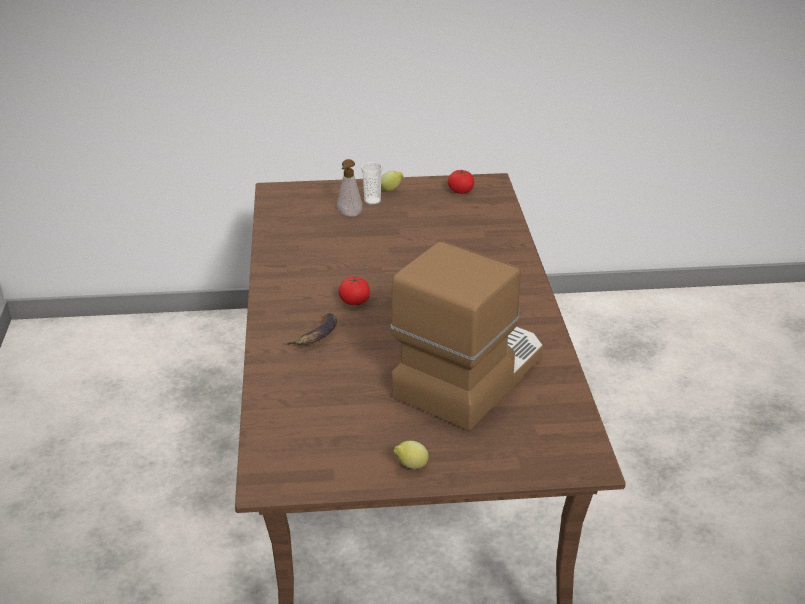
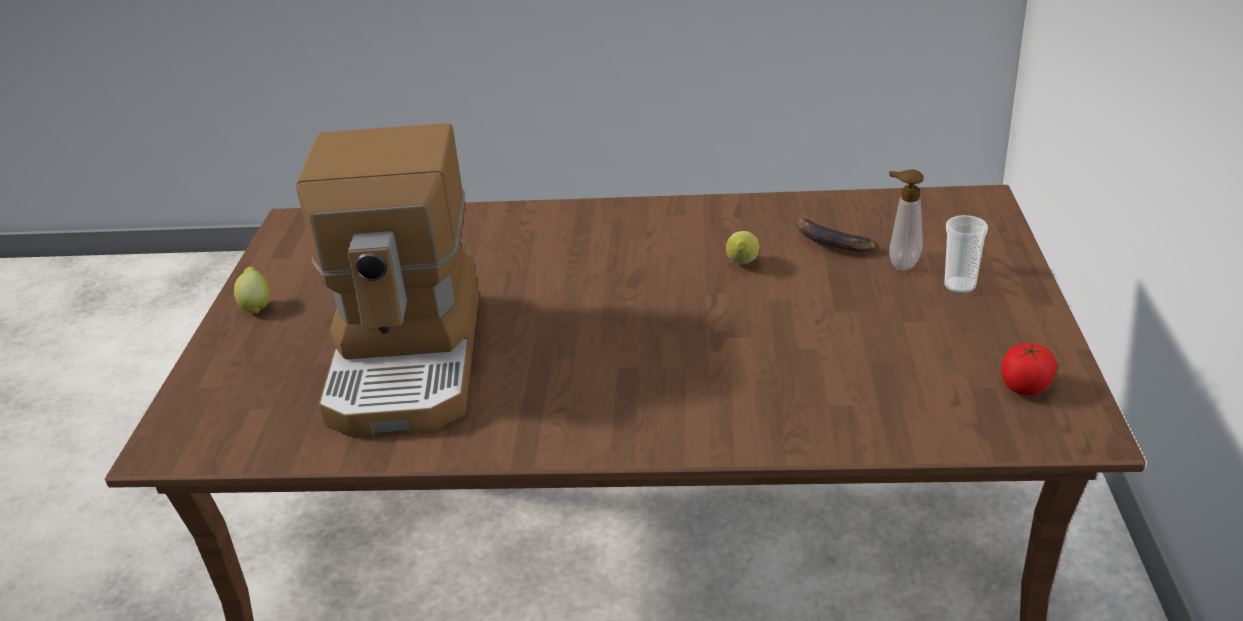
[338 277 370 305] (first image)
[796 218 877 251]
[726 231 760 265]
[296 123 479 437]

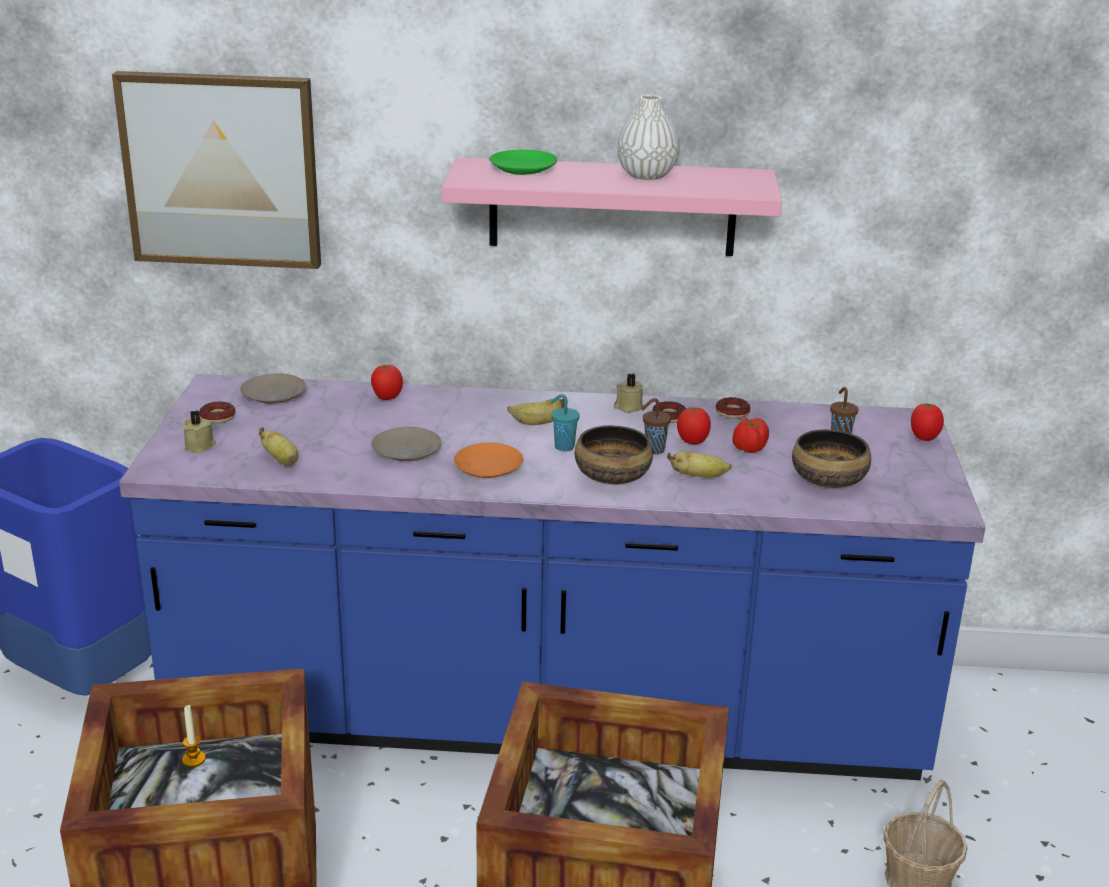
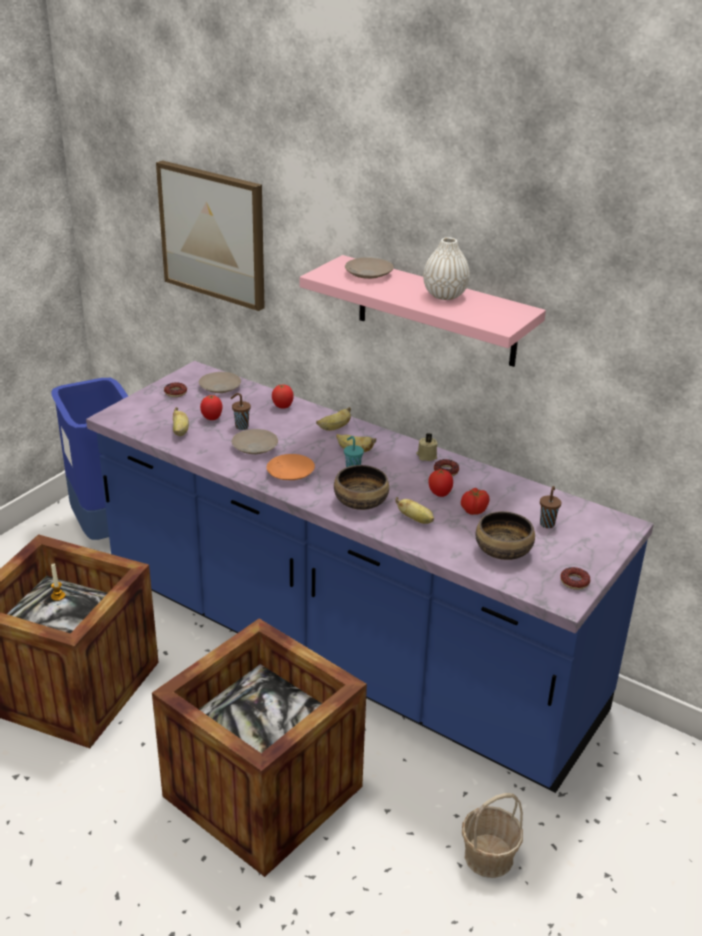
[182 411 216 453] (first image)
[316 407 351 431]
[231 393 251 430]
[560 567 590 590]
[200 395 223 420]
[345 257 394 279]

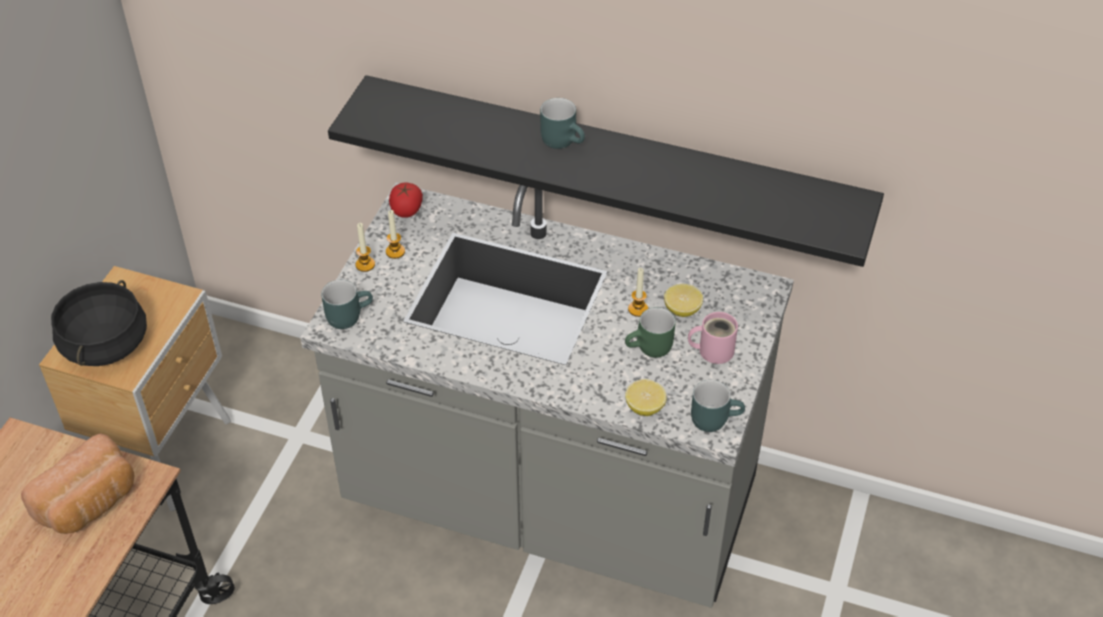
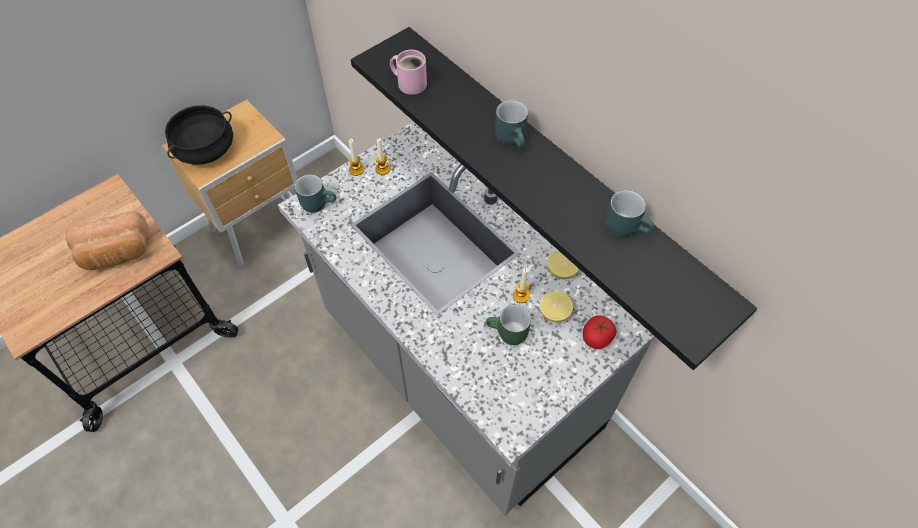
[583 316 616 349]
[547 250 579 279]
[390 50 427 95]
[606 190 655 238]

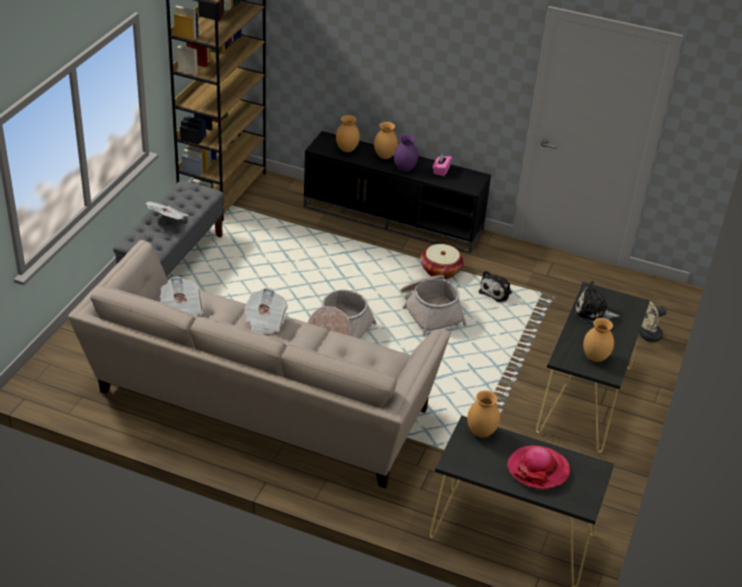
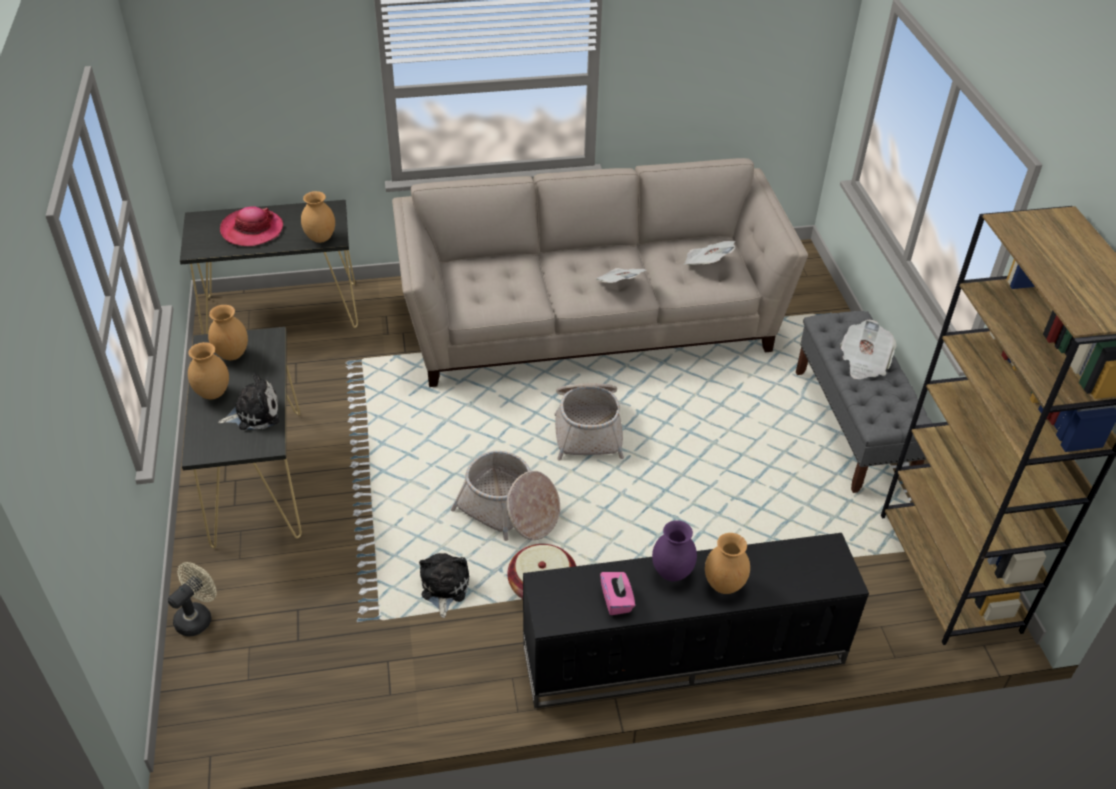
[188 342 229 399]

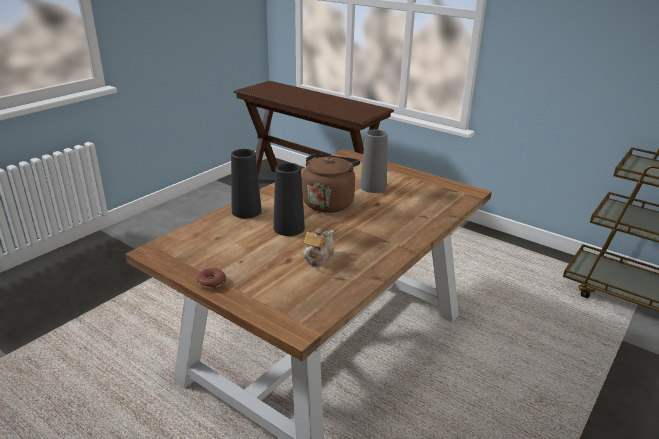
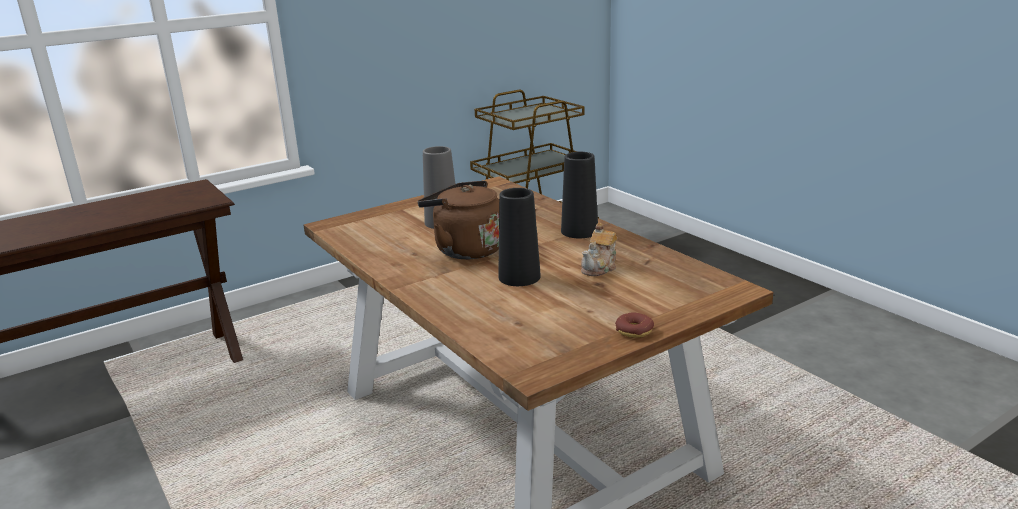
[561 152 598 238]
[581 223 617 276]

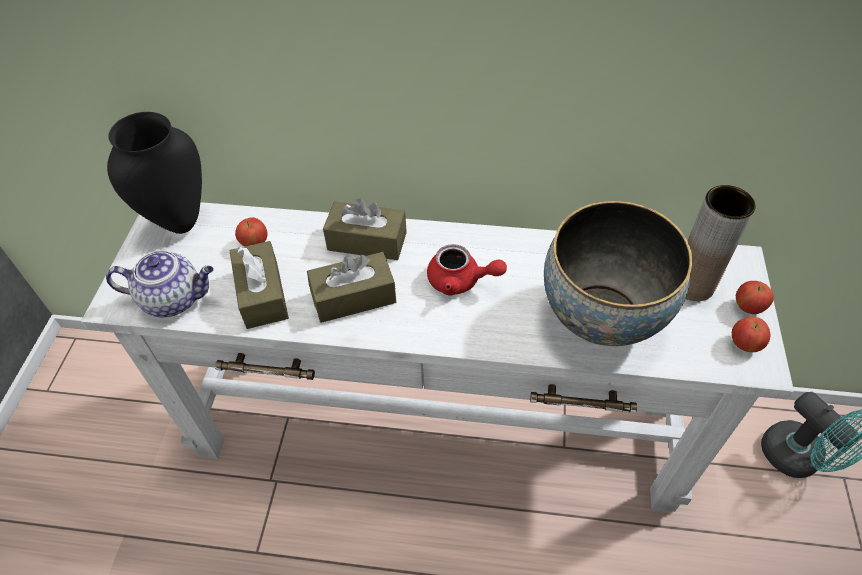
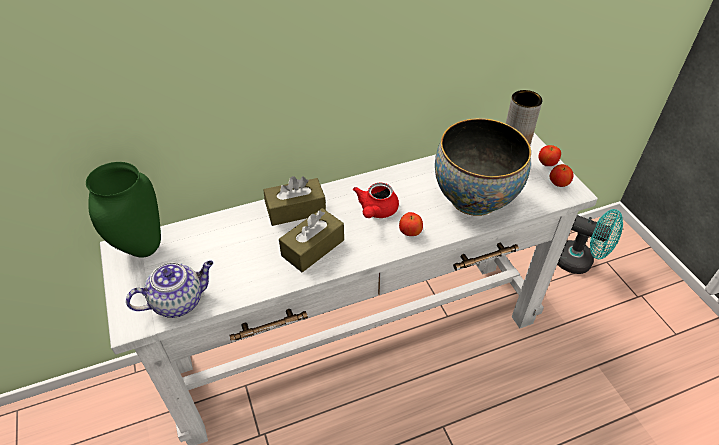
[230 241 289 329] (first image)
[399 212 423 236]
[86 162 161 258]
[353 183 399 218]

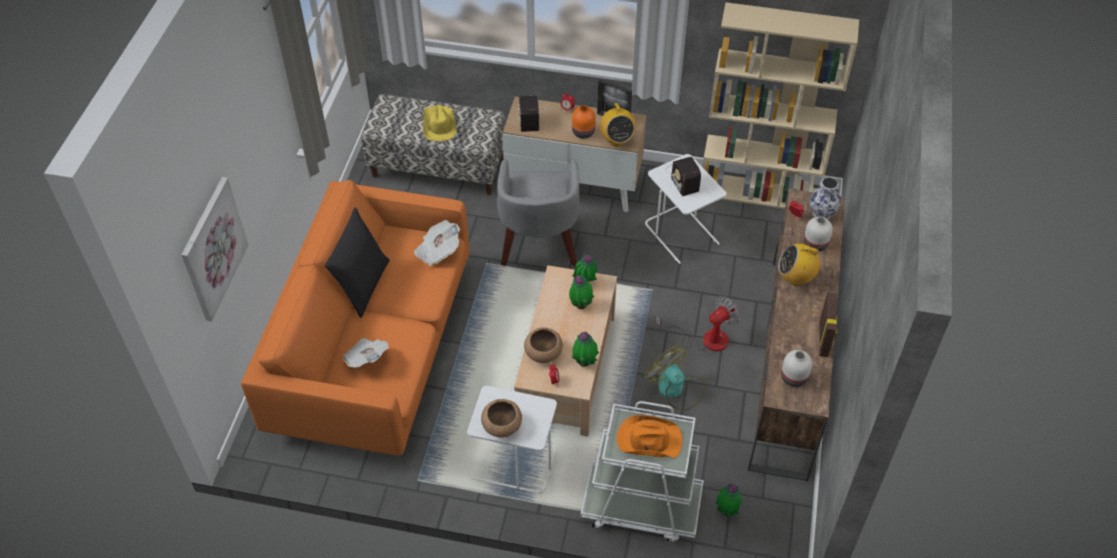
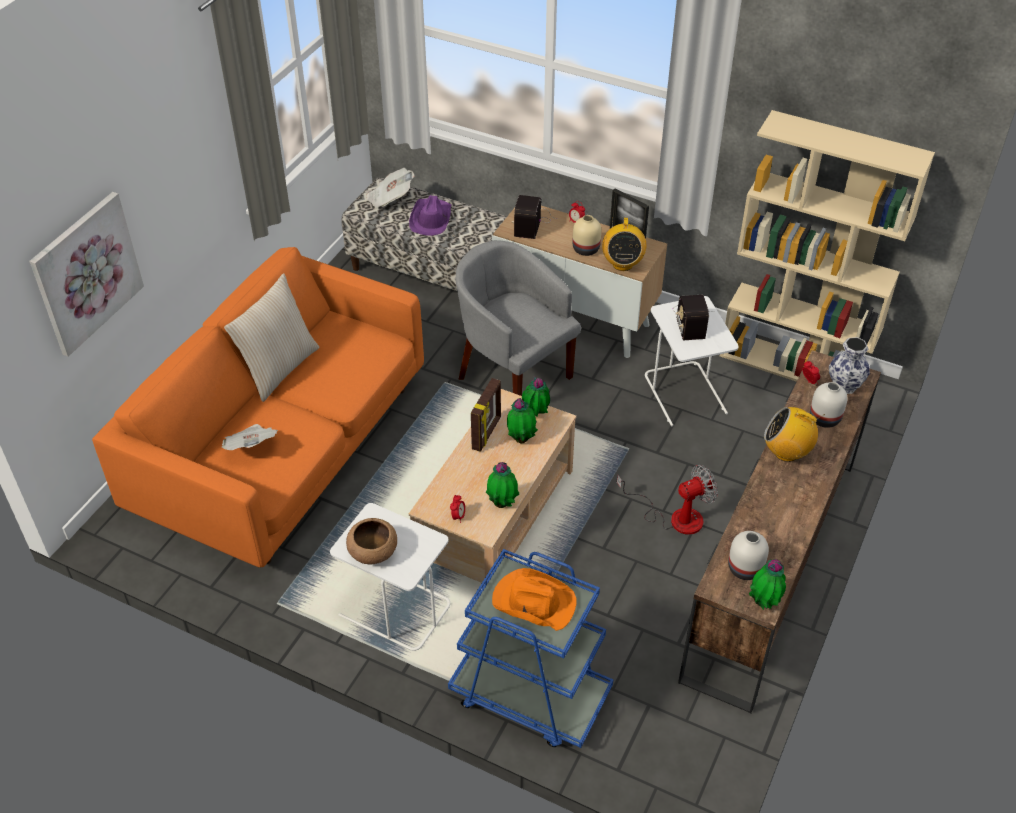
[524 327 563 363] (first image)
[645 345 705 411] (first image)
[366 168 414 209]
[749 559 786 610]
[471 378 501 452]
[224 273 320 402]
[409 195 452 236]
[573 215 601 256]
[448 549 613 748]
[456 240 581 396]

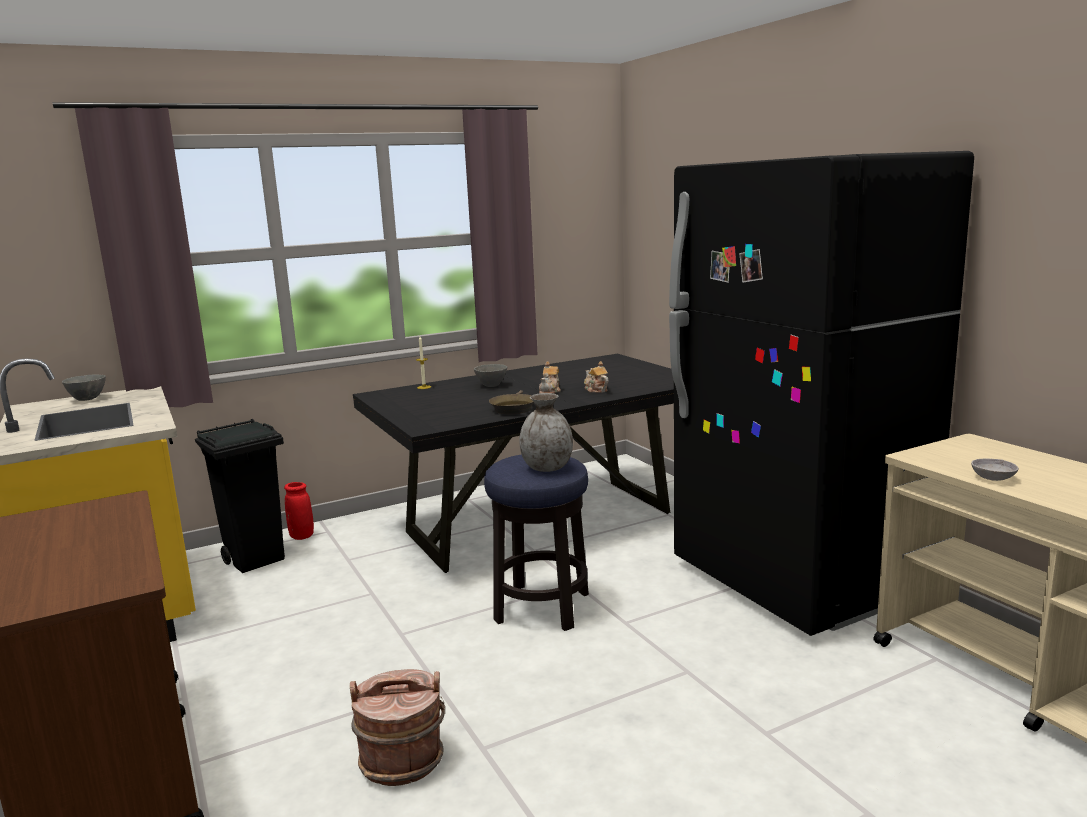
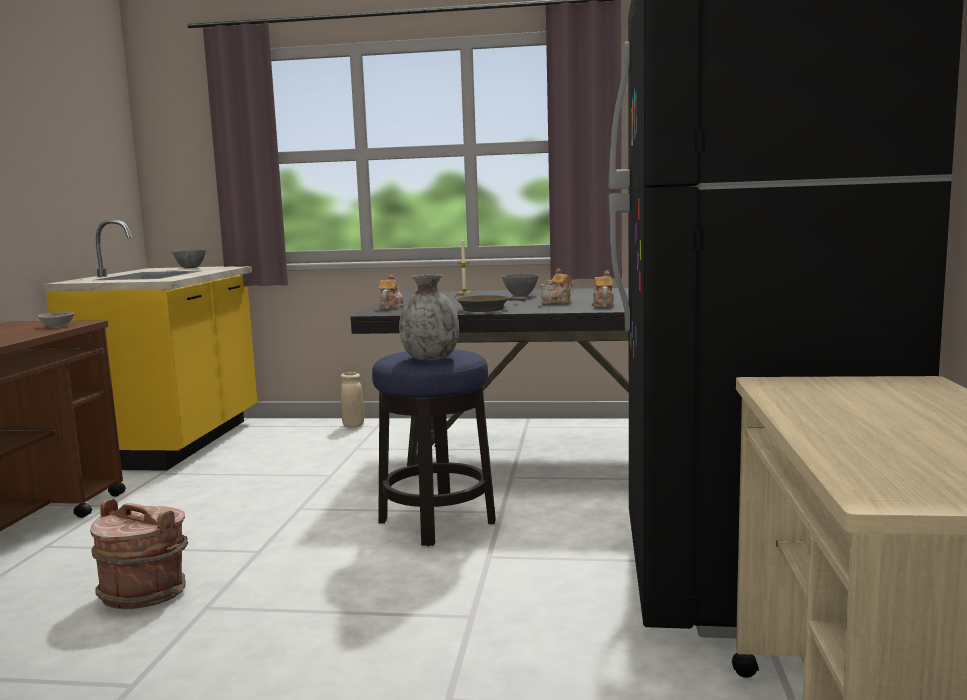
[195 419 285 573] (first image)
[379 274 404 309]
[38 312 74 327]
[341 372 364 428]

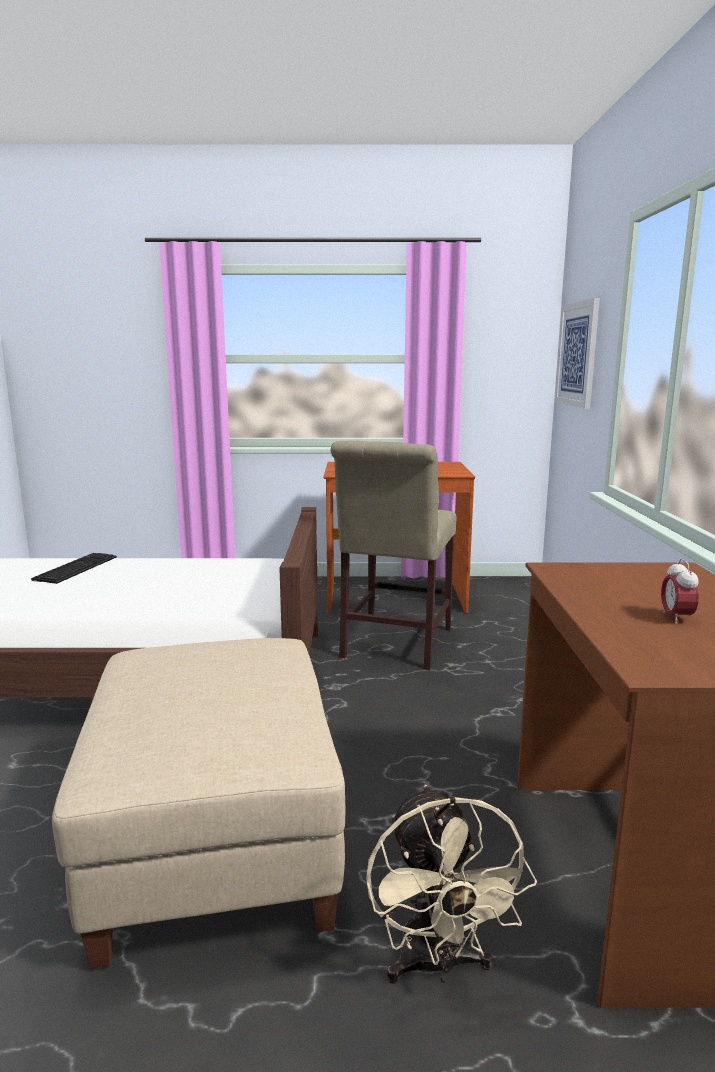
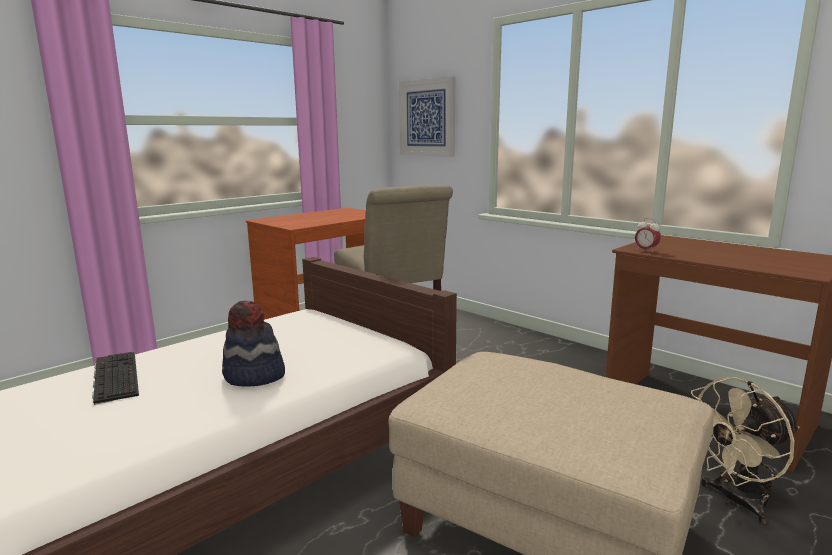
[222 301 285 387]
[635 218 661 253]
[691 377 800 524]

